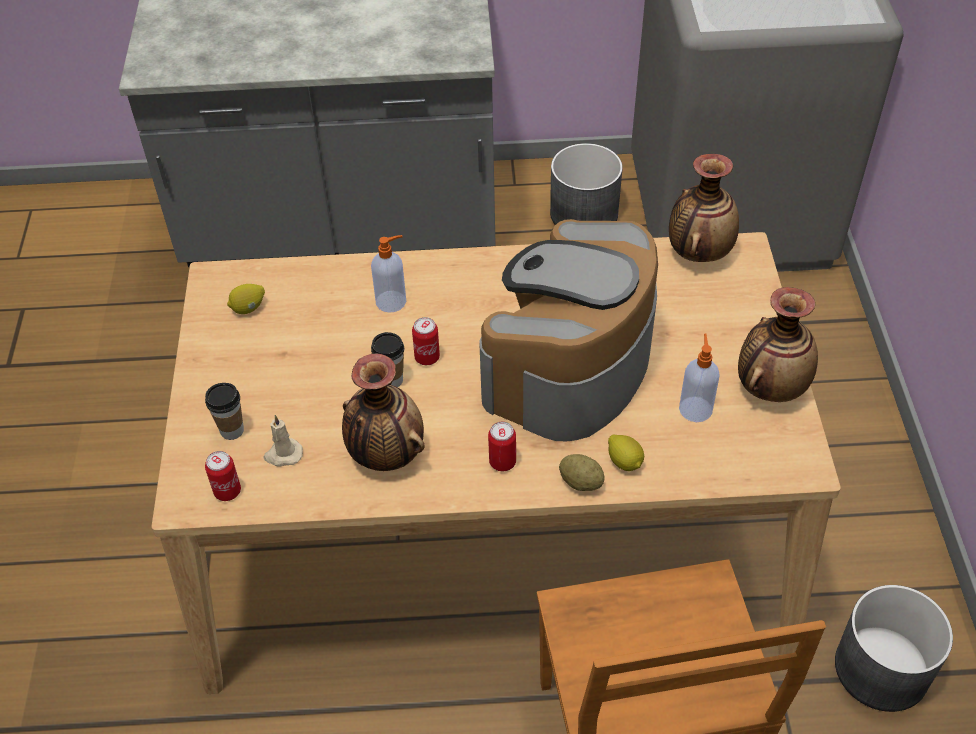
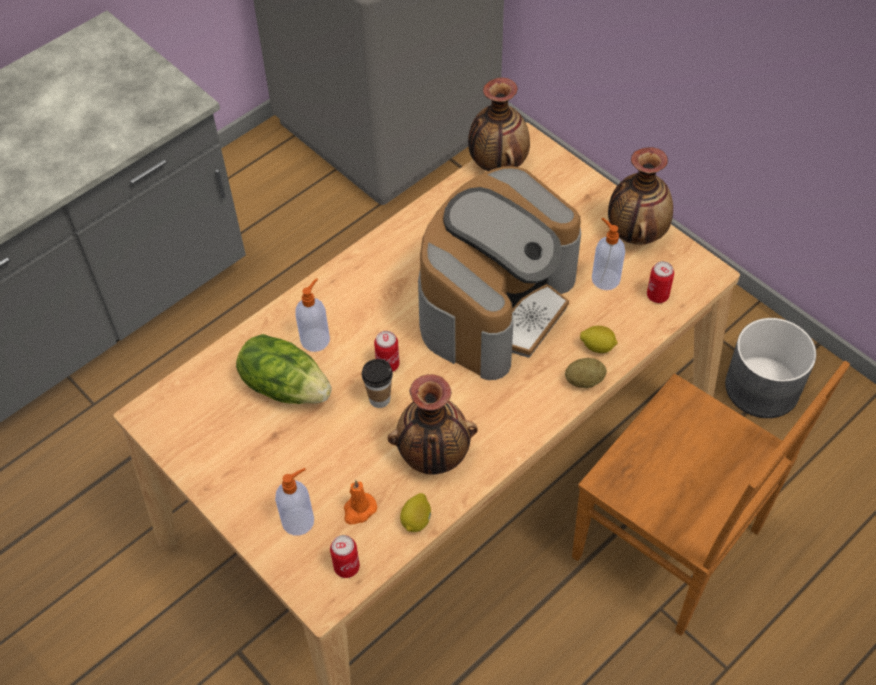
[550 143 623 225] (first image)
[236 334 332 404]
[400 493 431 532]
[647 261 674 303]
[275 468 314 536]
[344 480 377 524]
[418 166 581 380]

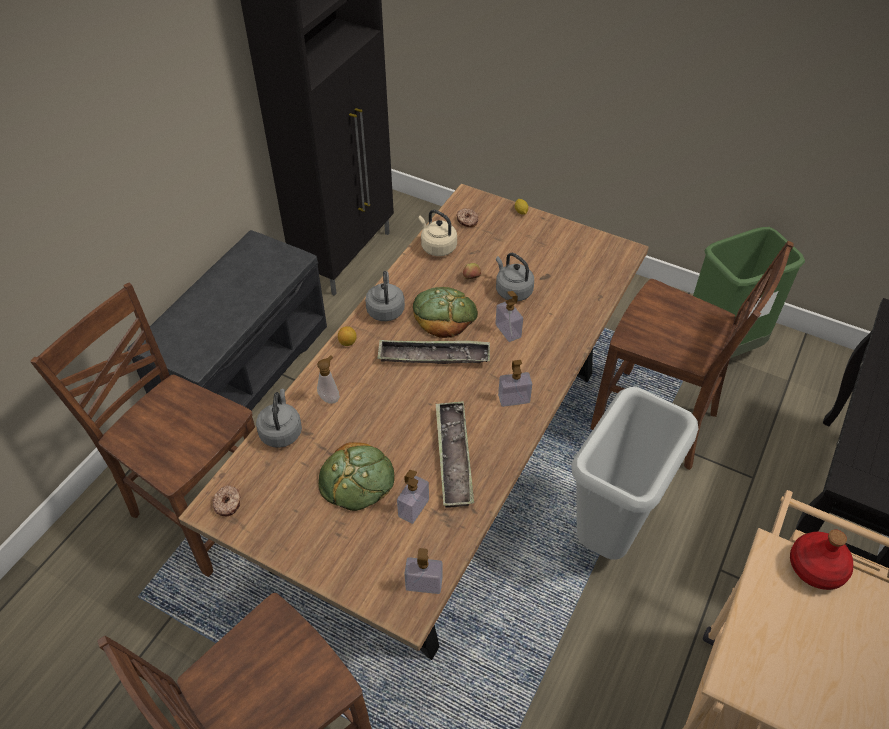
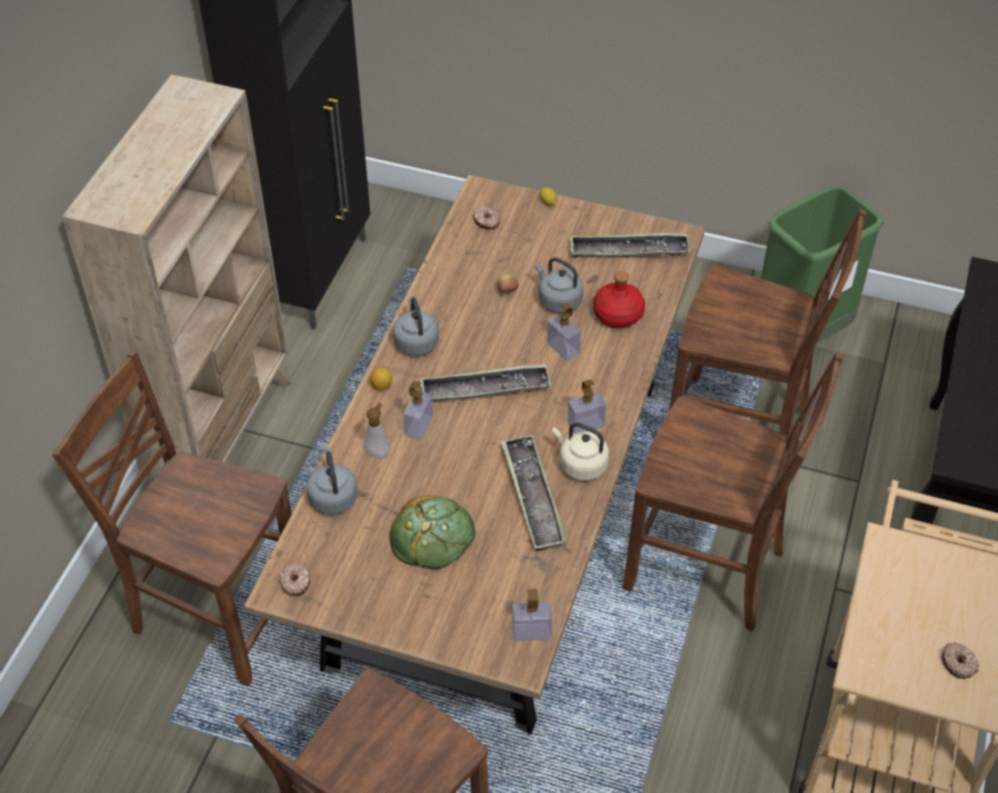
[413 287 478 338] (first image)
[570 233 690 258]
[942 643 979 679]
[403 381 433 440]
[552 422 609 481]
[593 271 645 328]
[62 74 292 484]
[623 353 843 631]

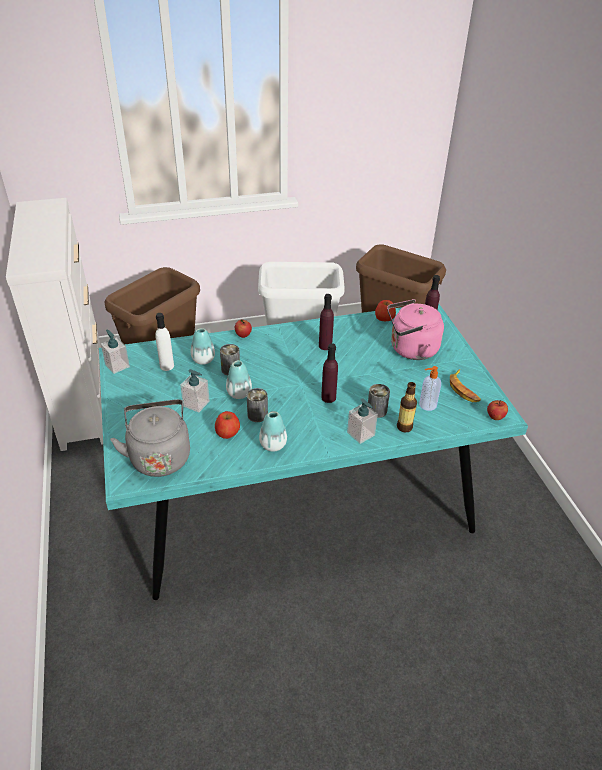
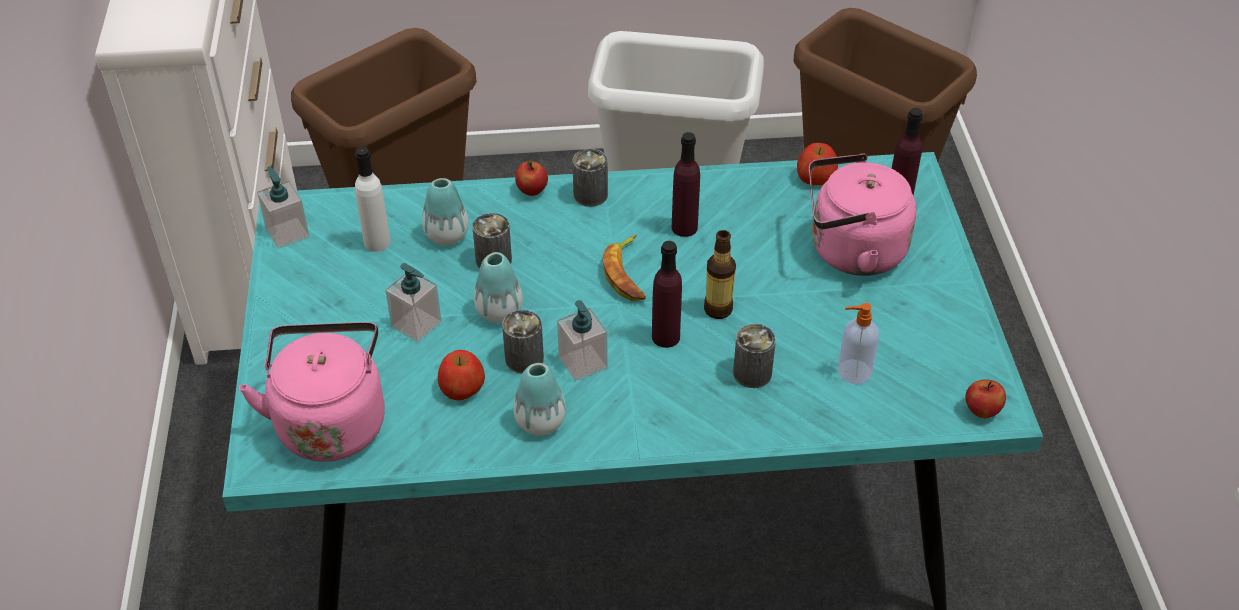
[572 149 608 207]
[557 300 608 381]
[704 230 736 319]
[603 235 646 301]
[239 322 385 462]

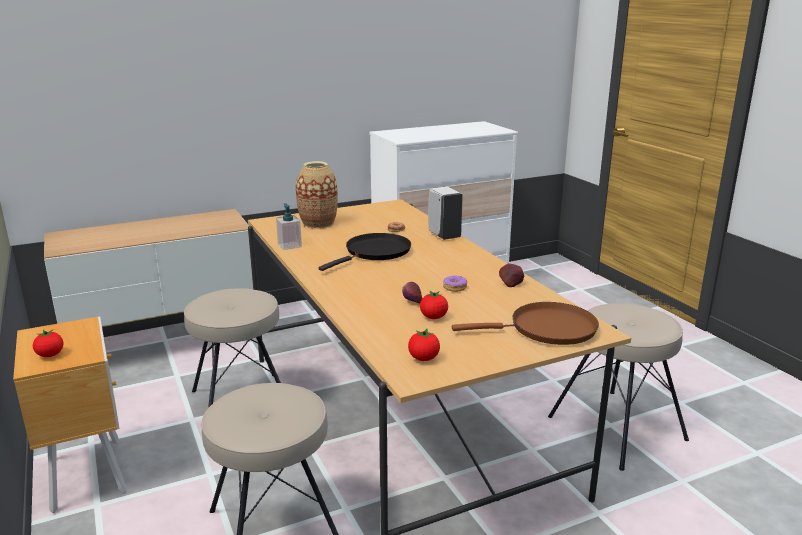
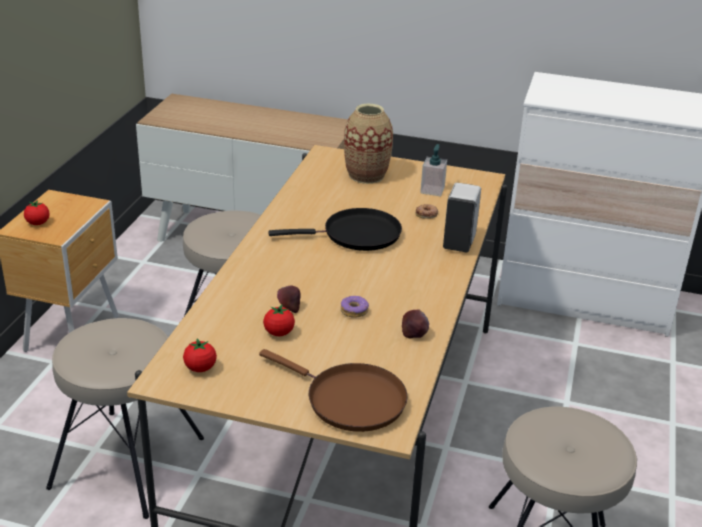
[420 144 447 196]

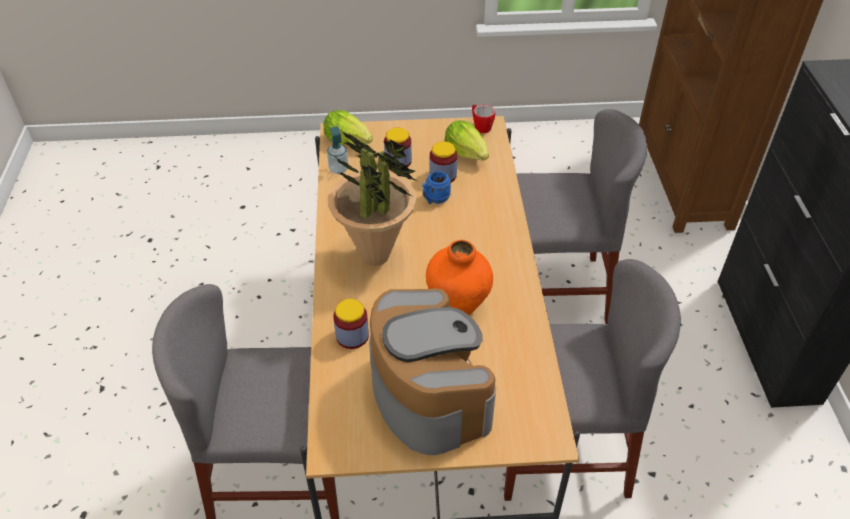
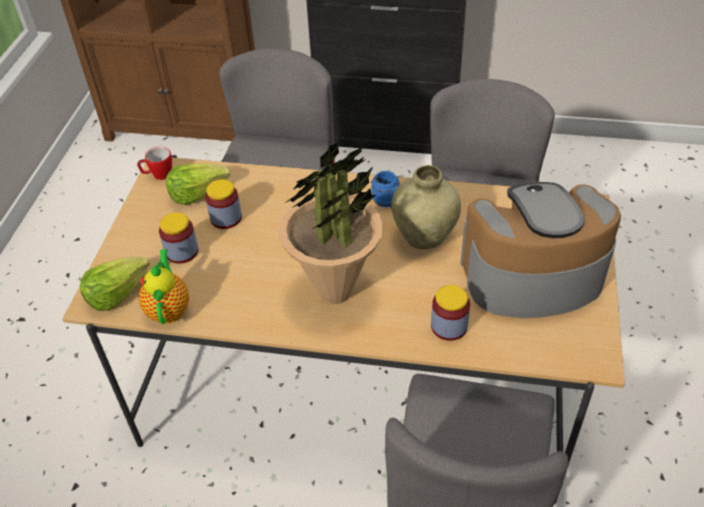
[371 171 400 208]
[139 249 189 324]
[391 165 461 249]

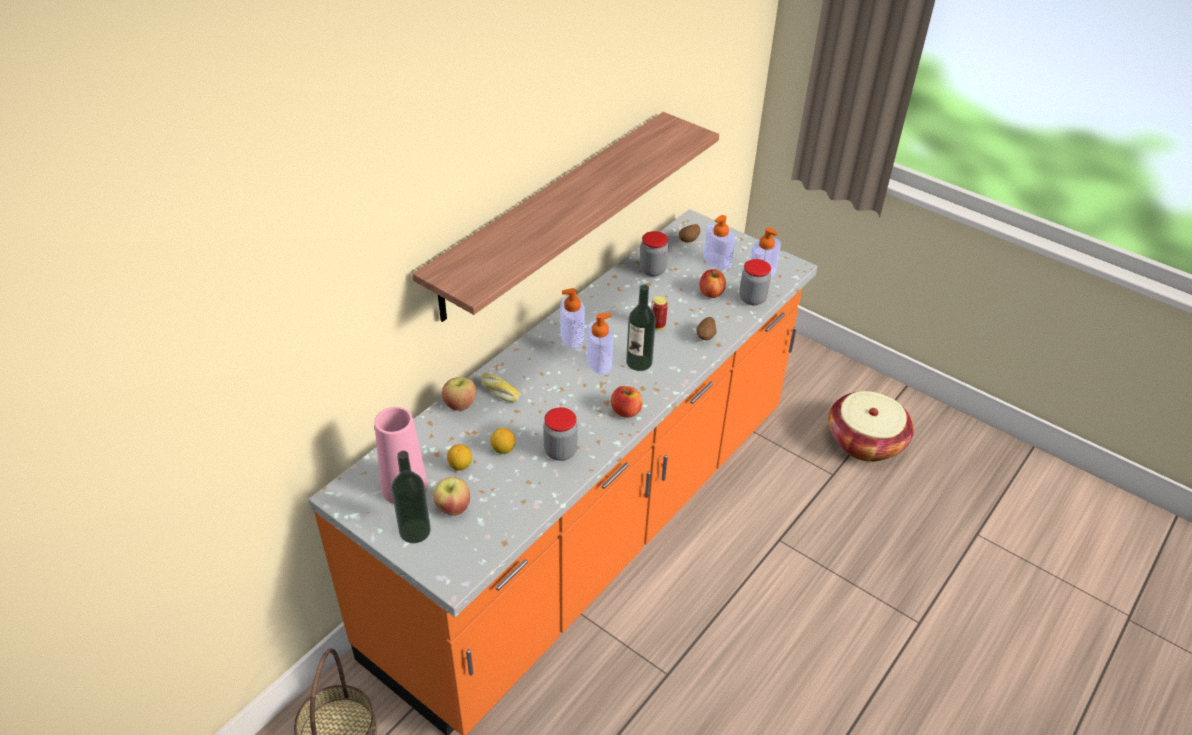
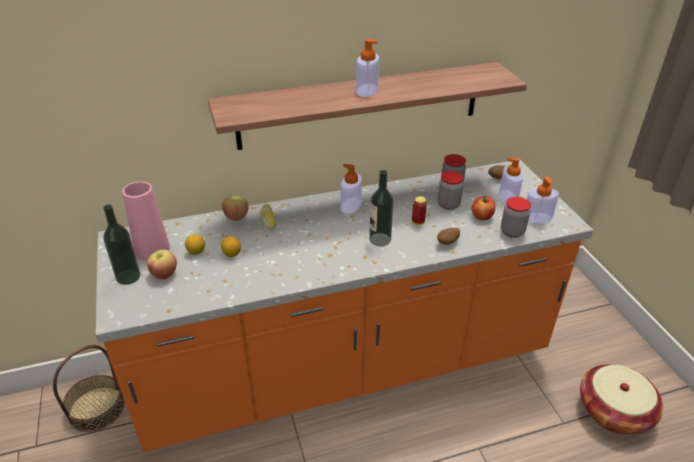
[611 386 643 418] (first image)
[438 171 464 210]
[356 39 379 97]

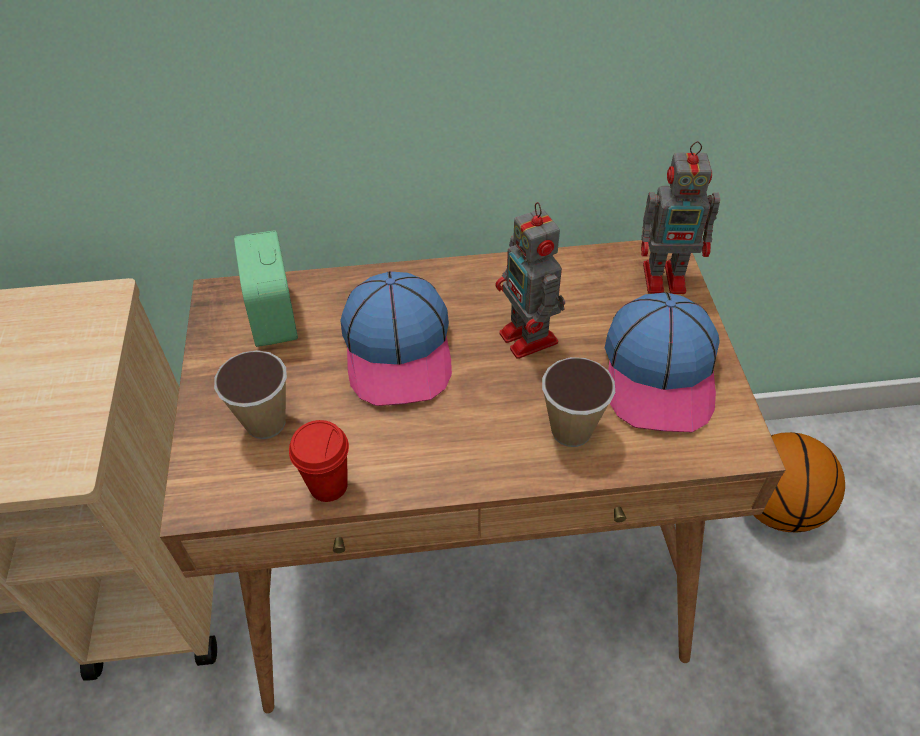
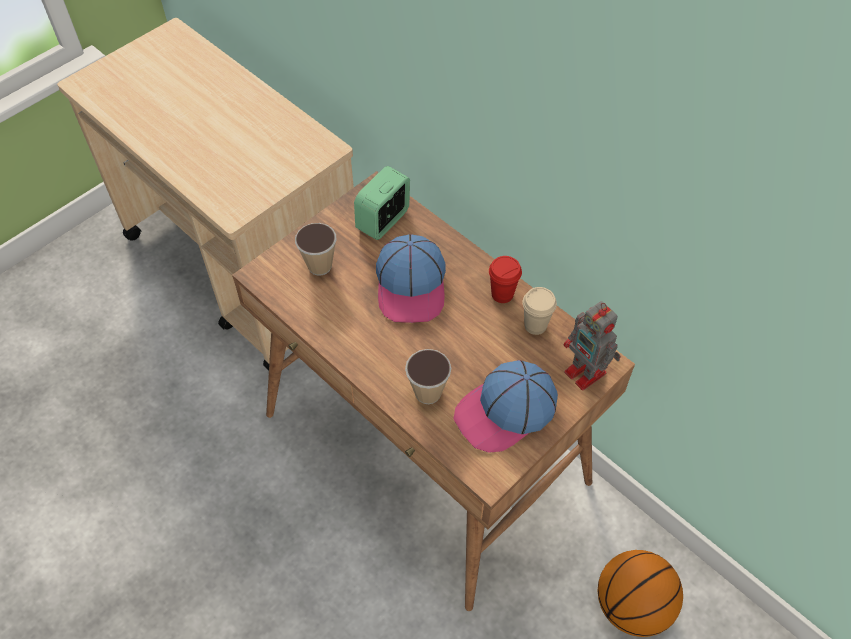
[495 202 565 359] (first image)
[523 287 557 335]
[489 256 522 303]
[376 234 446 323]

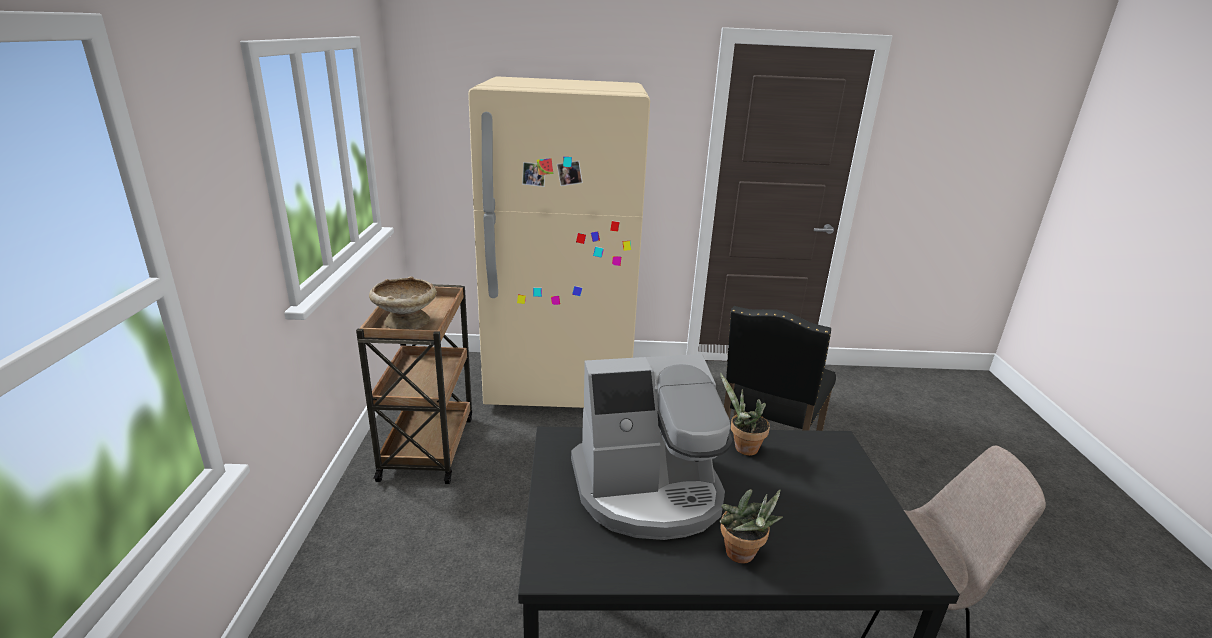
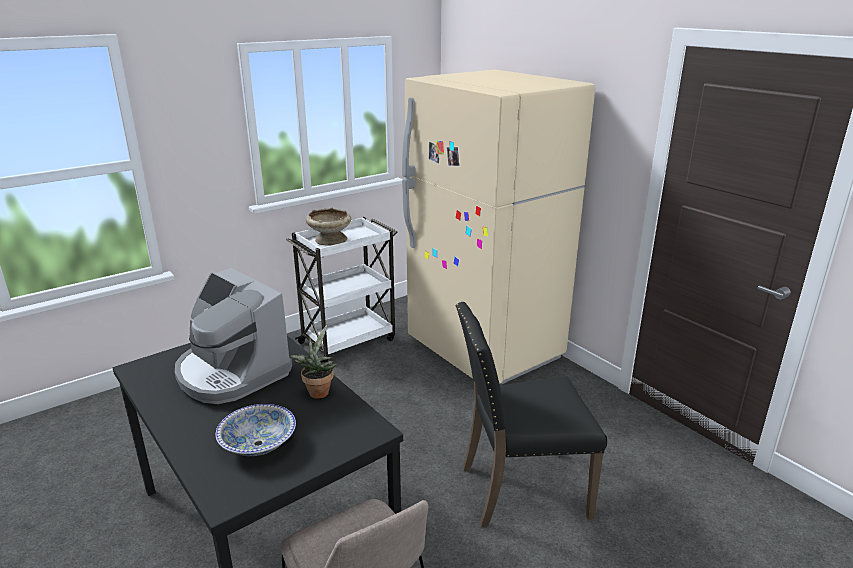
[719 489 783 564] (first image)
[216 404 296 456]
[286 217 398 363]

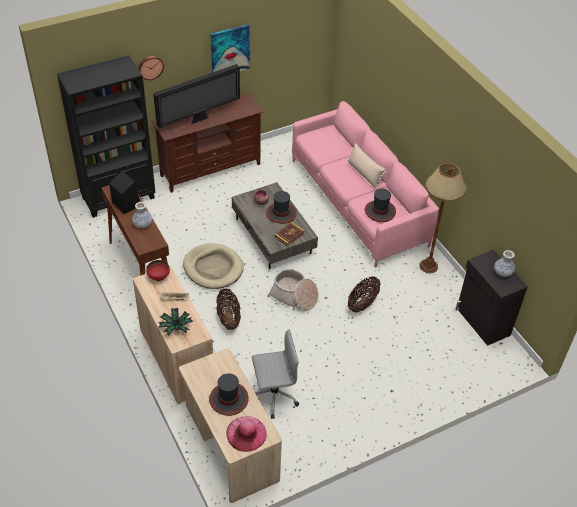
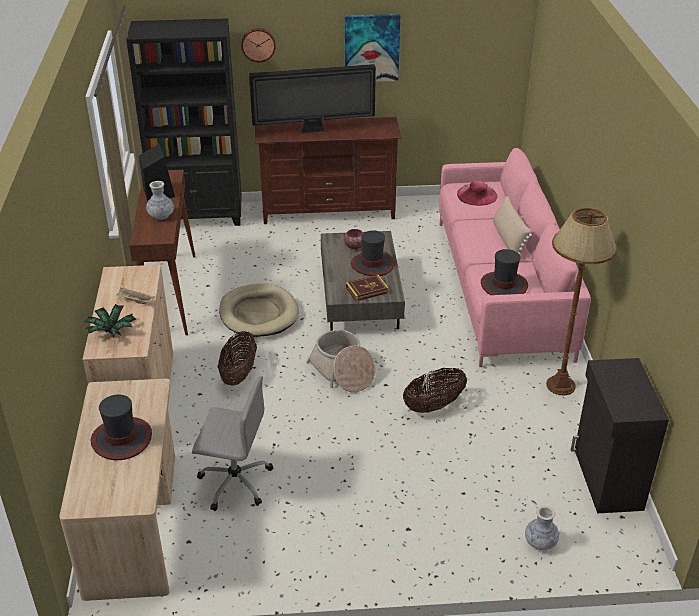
[146 260 170 281] (first image)
[457 181 498 206]
[525 506 559 550]

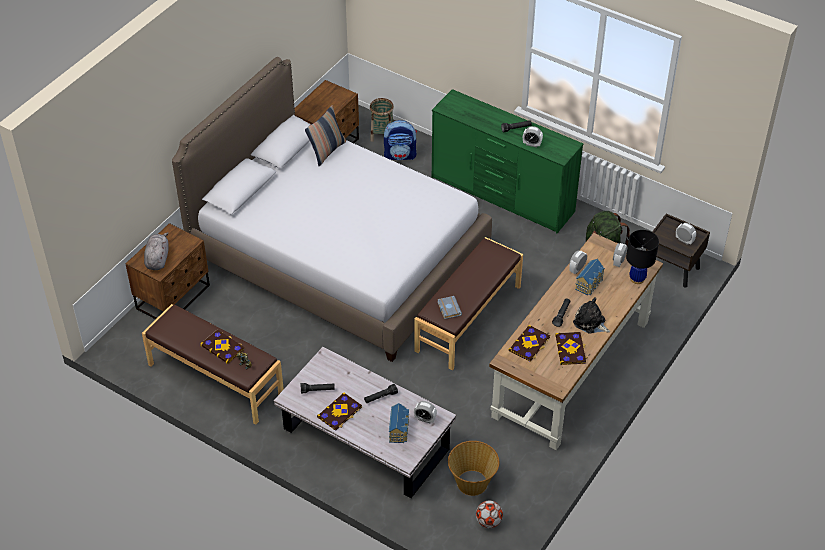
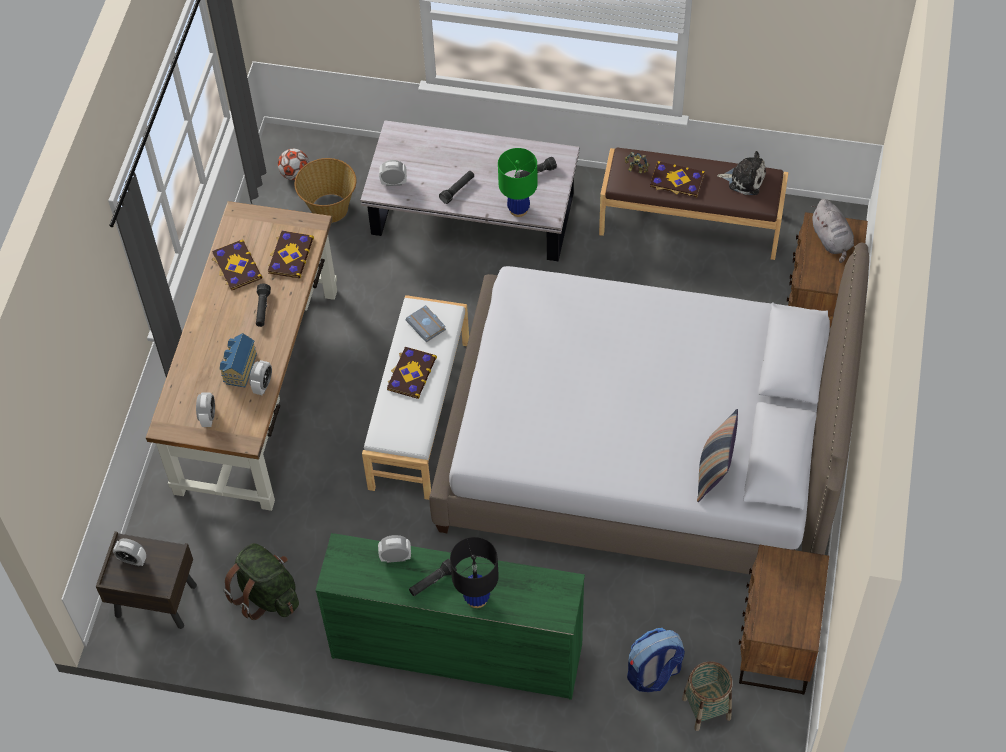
[389 403 409 443] (first image)
[498 148 538 217]
[387 347 437 399]
[717 151 766 195]
[450 537 499 608]
[362 295 469 500]

